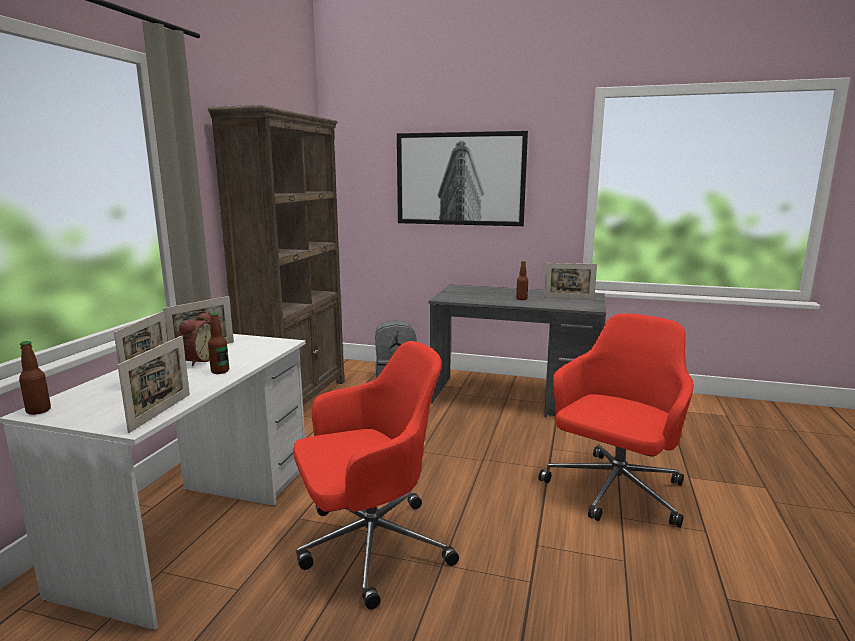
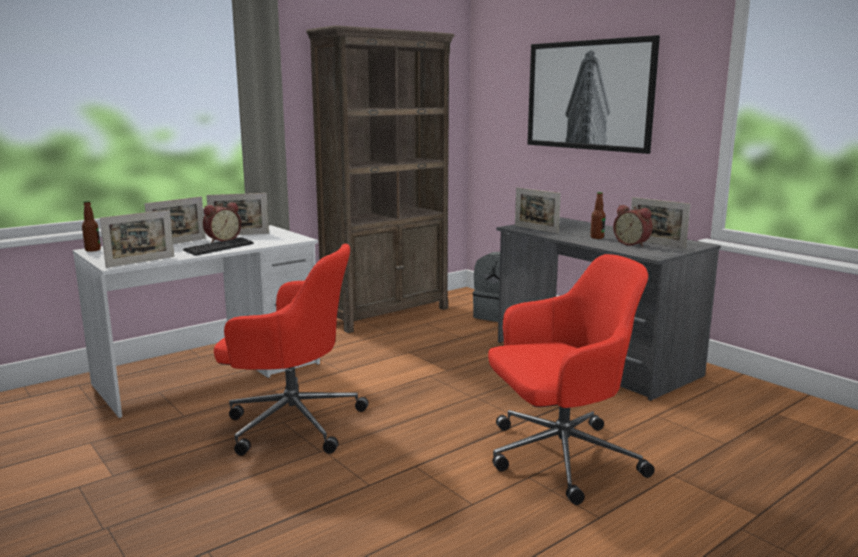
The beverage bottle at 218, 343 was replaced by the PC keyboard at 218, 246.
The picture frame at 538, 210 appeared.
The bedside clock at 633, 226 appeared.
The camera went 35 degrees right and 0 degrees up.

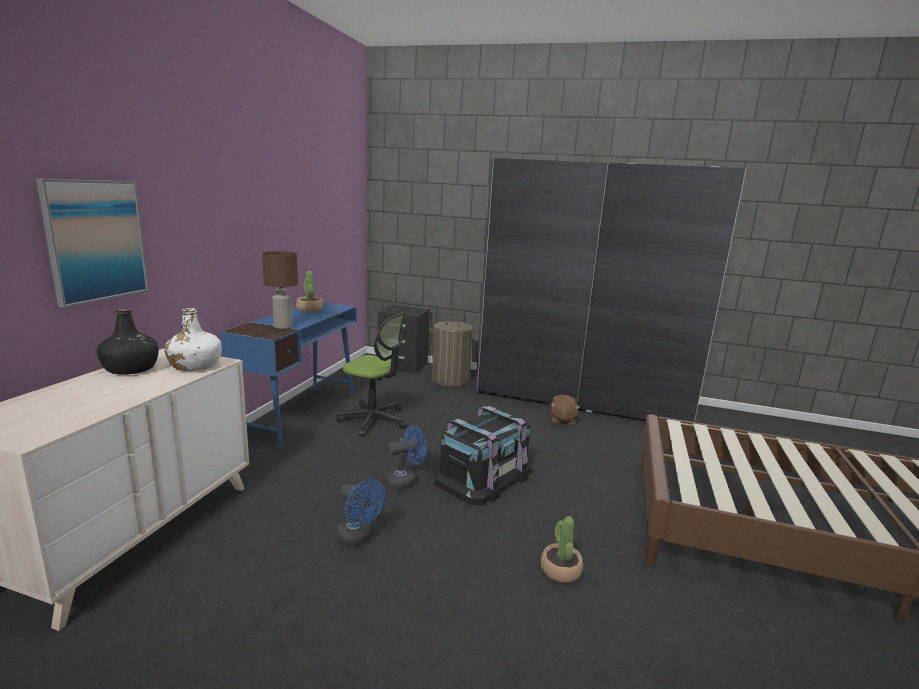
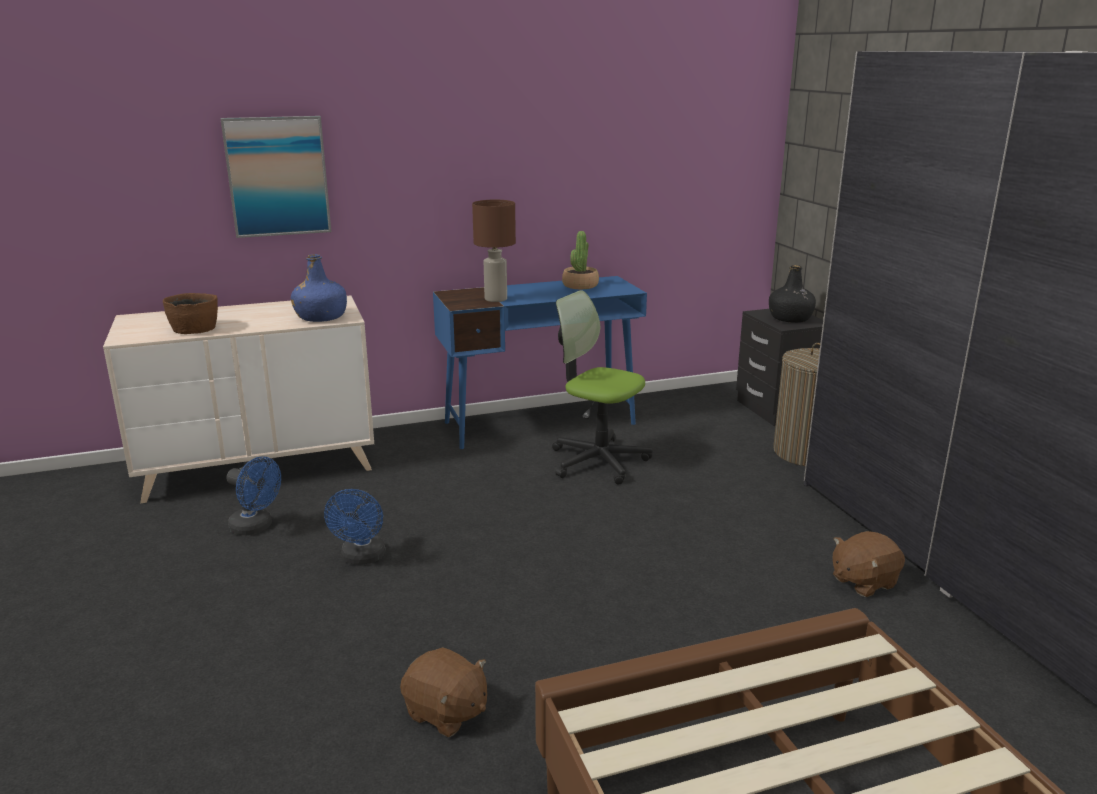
The black beverage bottle moved from 128, 342 to 792, 294.
The whitish beverage bottle at 193, 339 became the bluish beverage bottle at 319, 288.
The computer chair at 371, 374 turned 135 degrees clockwise.
The bluish electric fan moved from 406, 457 to 254, 495.
The black storage box at 483, 455 disappeared.
The houseplant at 561, 549 was replaced by the brown-coloured soft toy at 443, 692.
The brown-coloured serving bowl at 190, 313 appeared.
The camera went 55 degrees right and 5 degrees up.

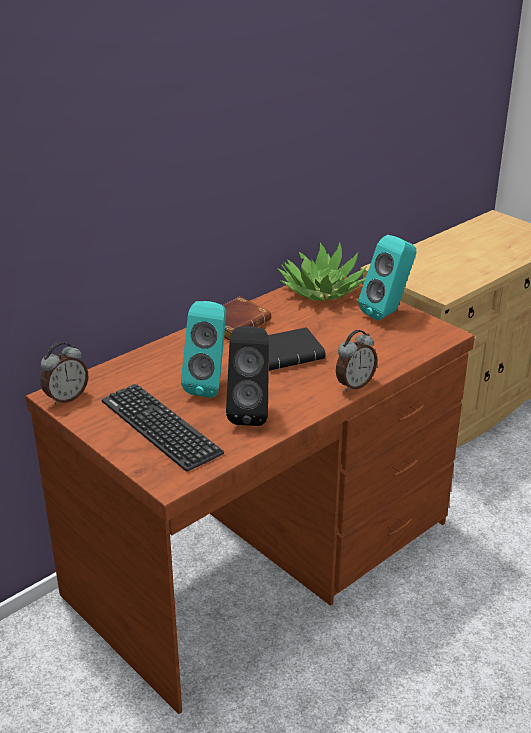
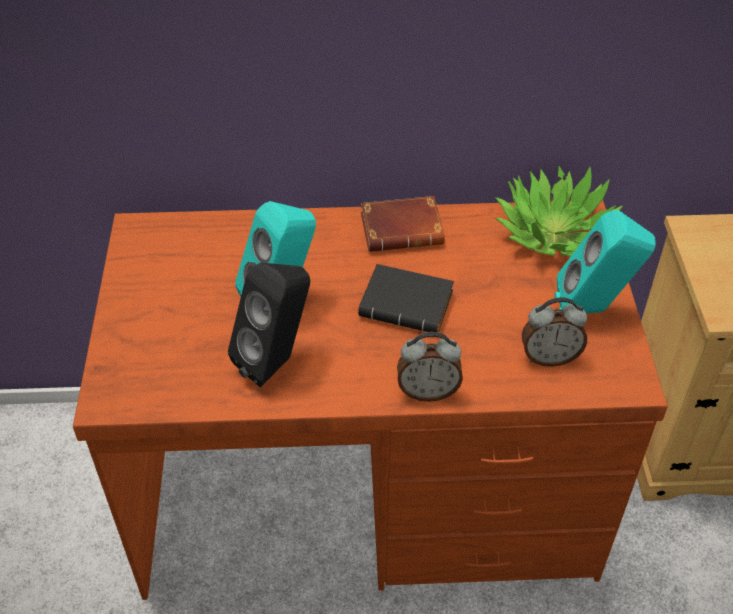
The bedside clock moved from 64, 373 to 554, 332.
The PC keyboard at 163, 428 disappeared.
The camera went 40 degrees right and 15 degrees up.

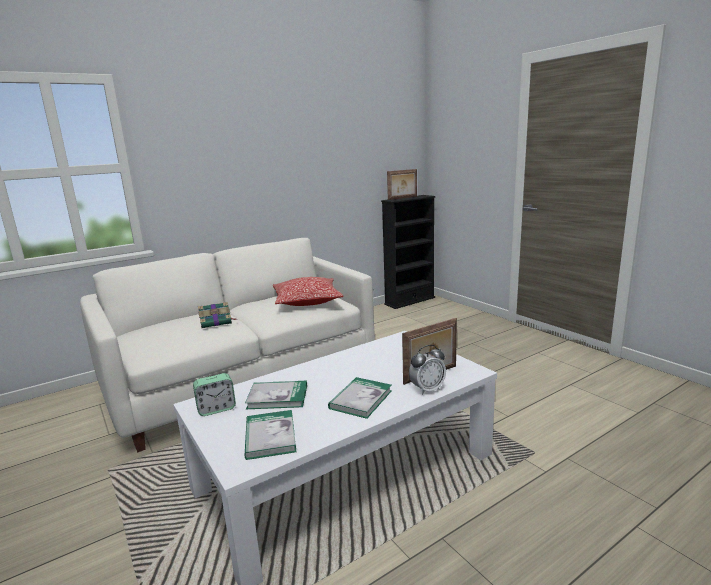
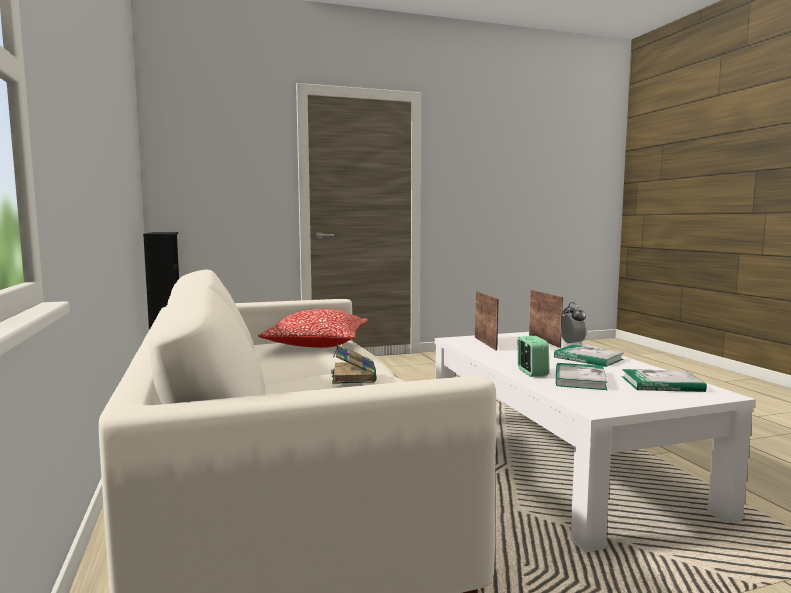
The bedside clock moved from 214, 394 to 533, 356.
The picture frame moved from 402, 184 to 487, 321.
The camera went 75 degrees left and 10 degrees down.

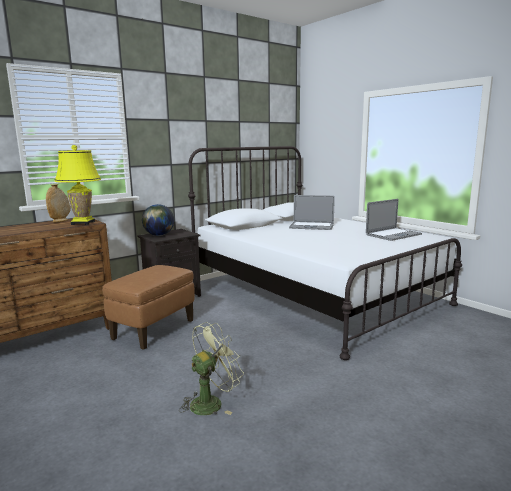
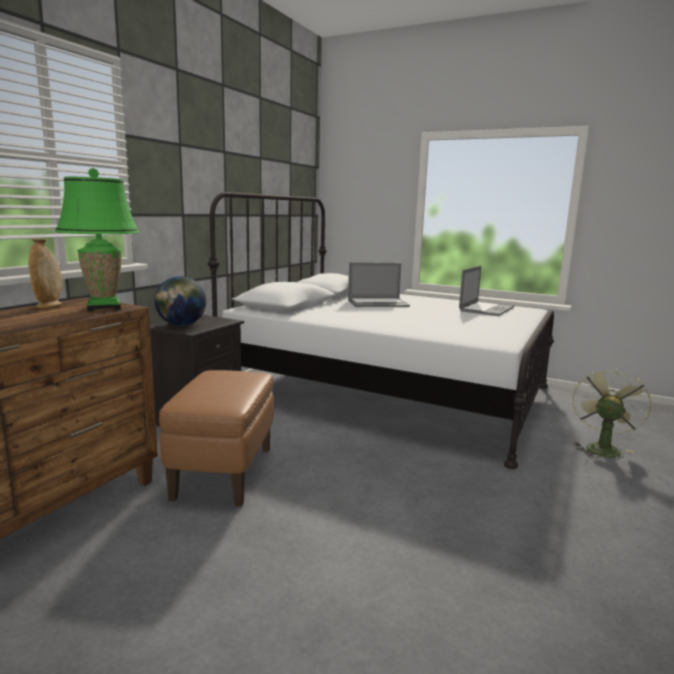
The yellow-coloured lamp for a table at 77, 185 became the green lamp for a table at 97, 239.
The green electric fan moved from 211, 368 to 612, 413.
The camera went 25 degrees left and 0 degrees up.

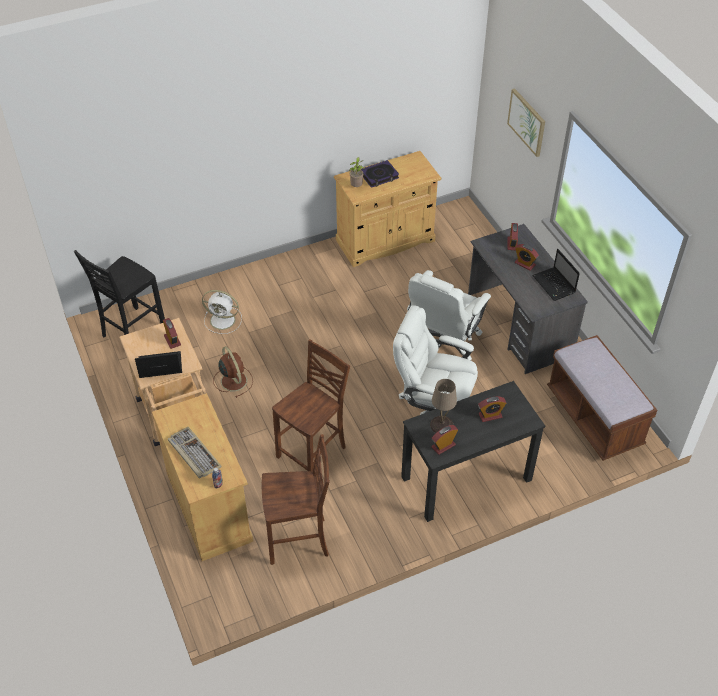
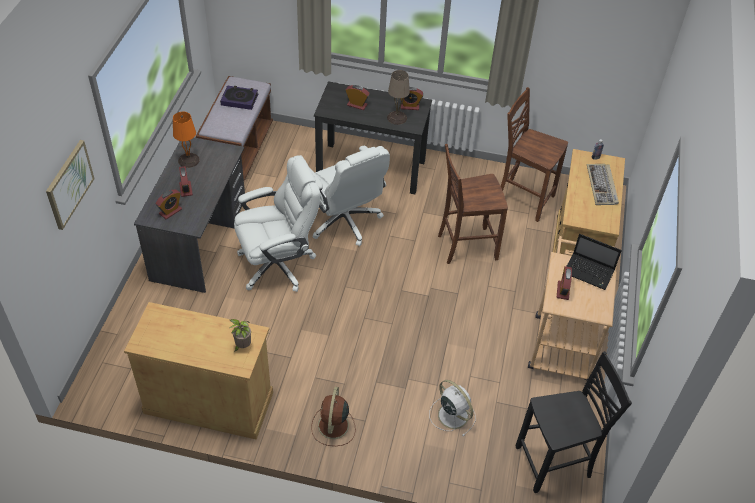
The brown-coloured electric fan moved from 233, 372 to 333, 416.
The volume moved from 380, 174 to 239, 97.
The laptop at 556, 275 was replaced by the orange-coloured lamp for a table at 186, 140.
The camera went 145 degrees left and 0 degrees up.

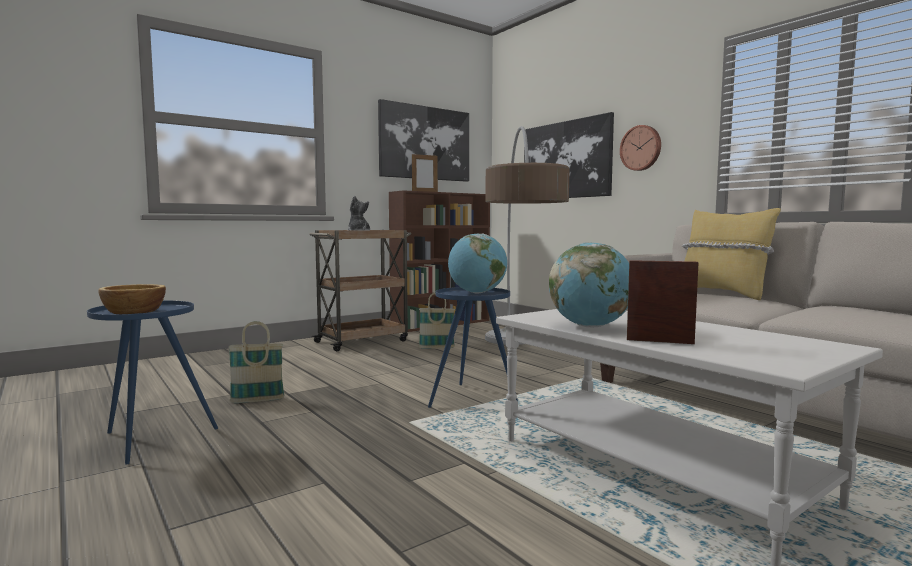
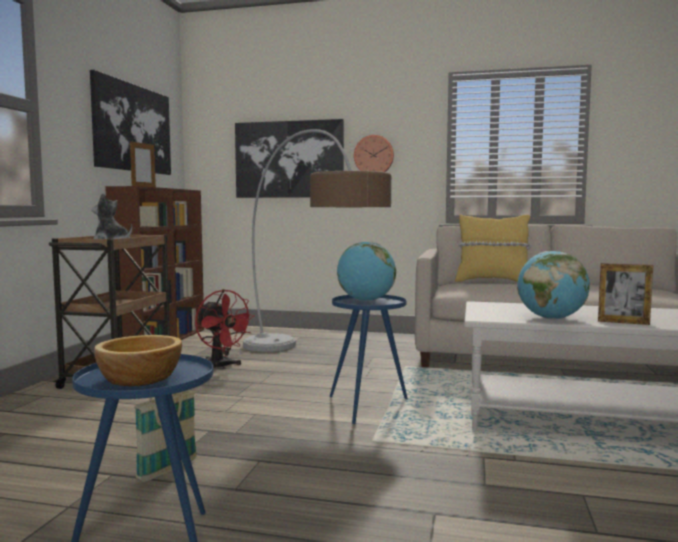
The storage basket at 437, 320 was replaced by the red electric fan at 225, 328.
The picture frame at 663, 302 turned 135 degrees counterclockwise.
The camera went 40 degrees left and 0 degrees up.

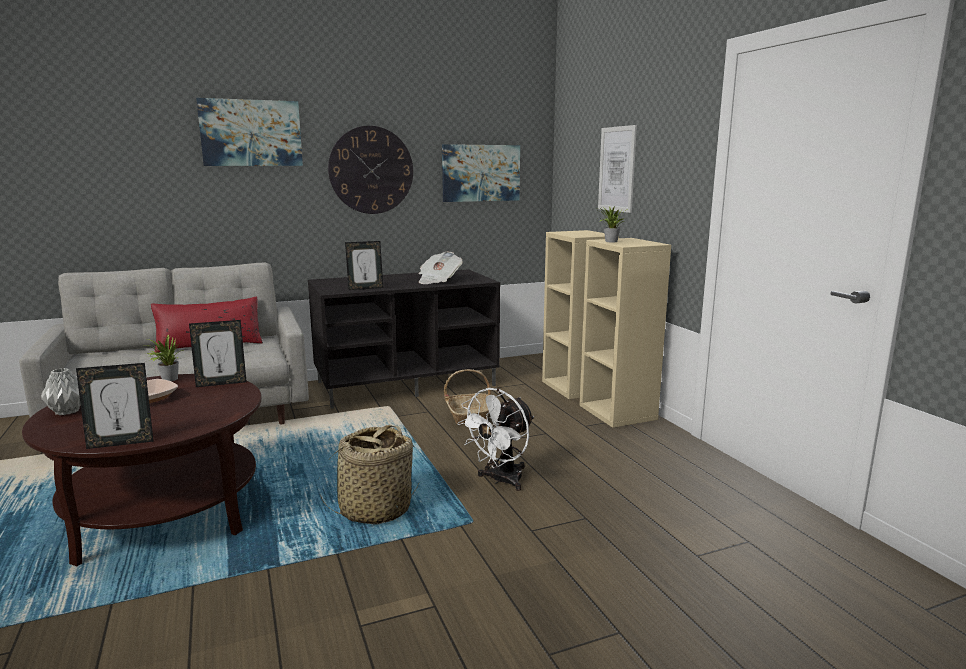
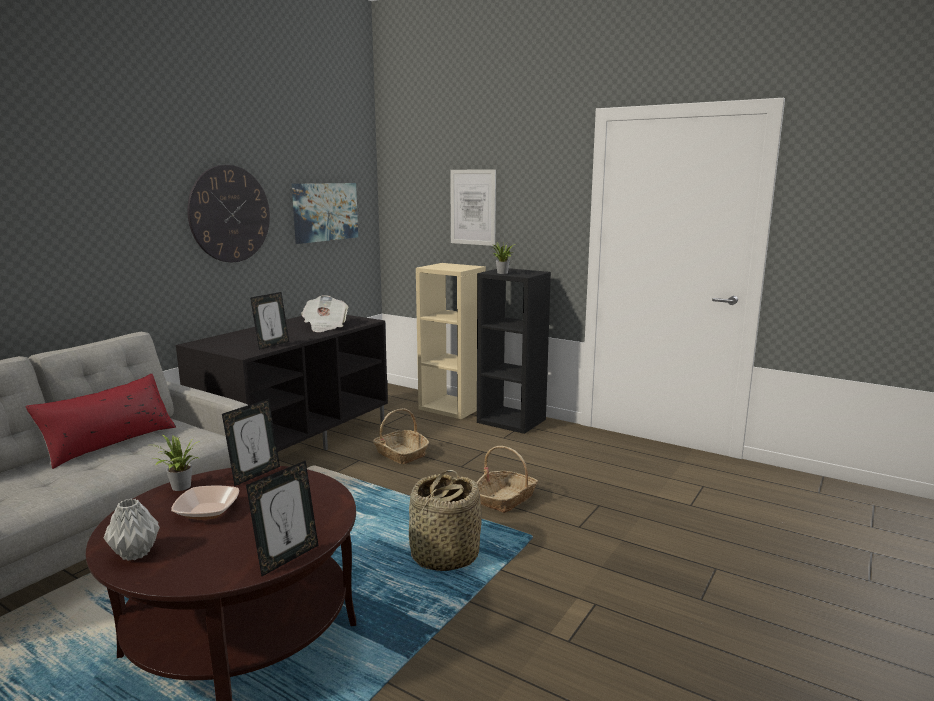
The wall picture at 249, 132 disappeared.
The whitish electric fan at 495, 439 was replaced by the storage basket at 507, 479.
The beige bookshelf at 625, 333 became the black bookshelf at 514, 351.
The camera went 35 degrees left and 0 degrees up.

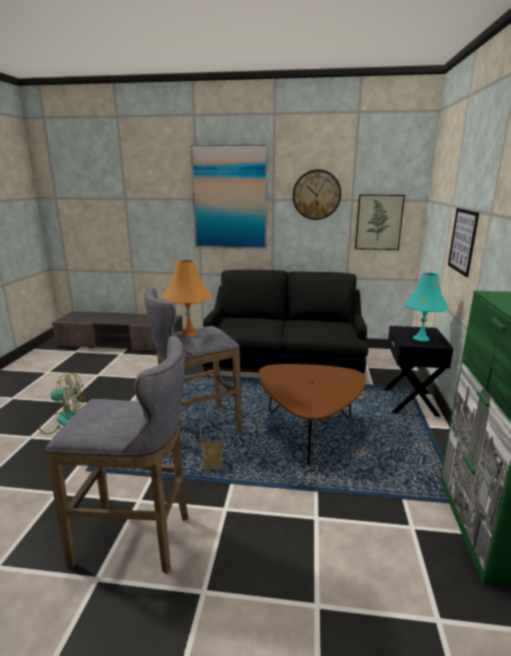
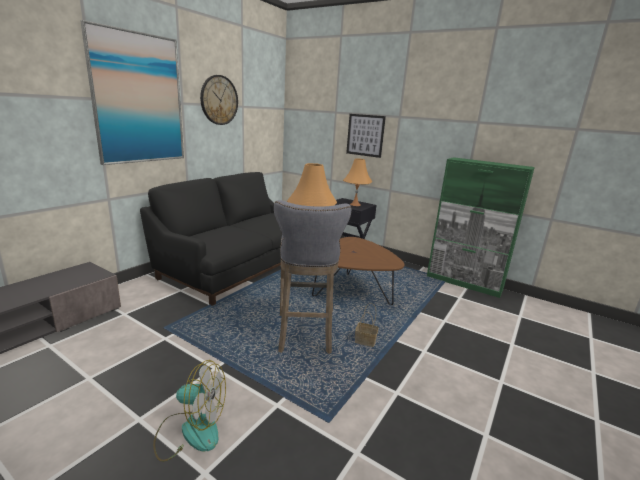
The electric fan at 62, 403 turned 75 degrees clockwise.
The grey sitting stool at 117, 454 disappeared.
The wall picture at 380, 222 disappeared.
The blue-green lamp for a table at 426, 307 became the orange-coloured lamp for a table at 357, 182.
The camera went 65 degrees left and 0 degrees up.

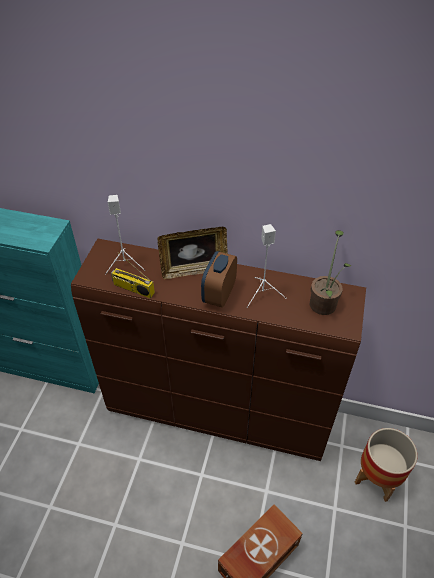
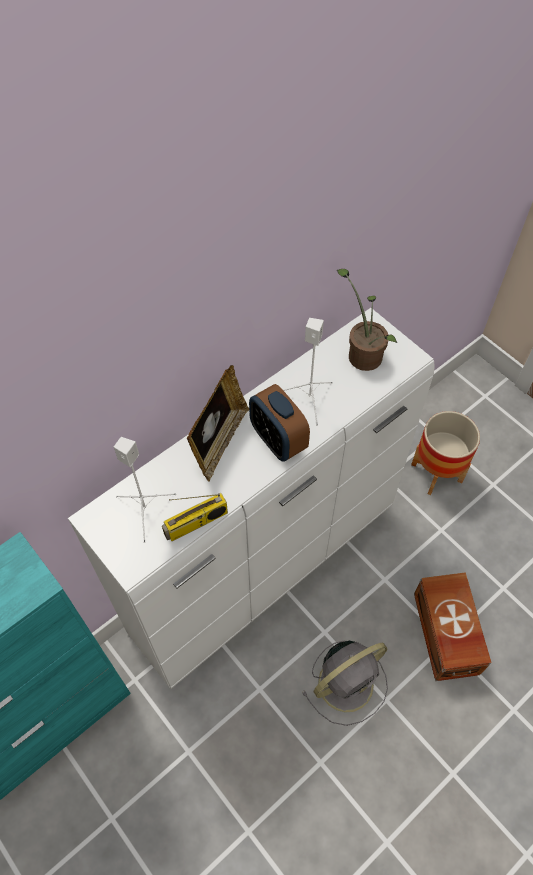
The brown-coloured chest of drawers at 218, 349 became the whitish chest of drawers at 251, 498.
The grey electric fan at 345, 683 appeared.
The camera went 55 degrees left and 10 degrees up.

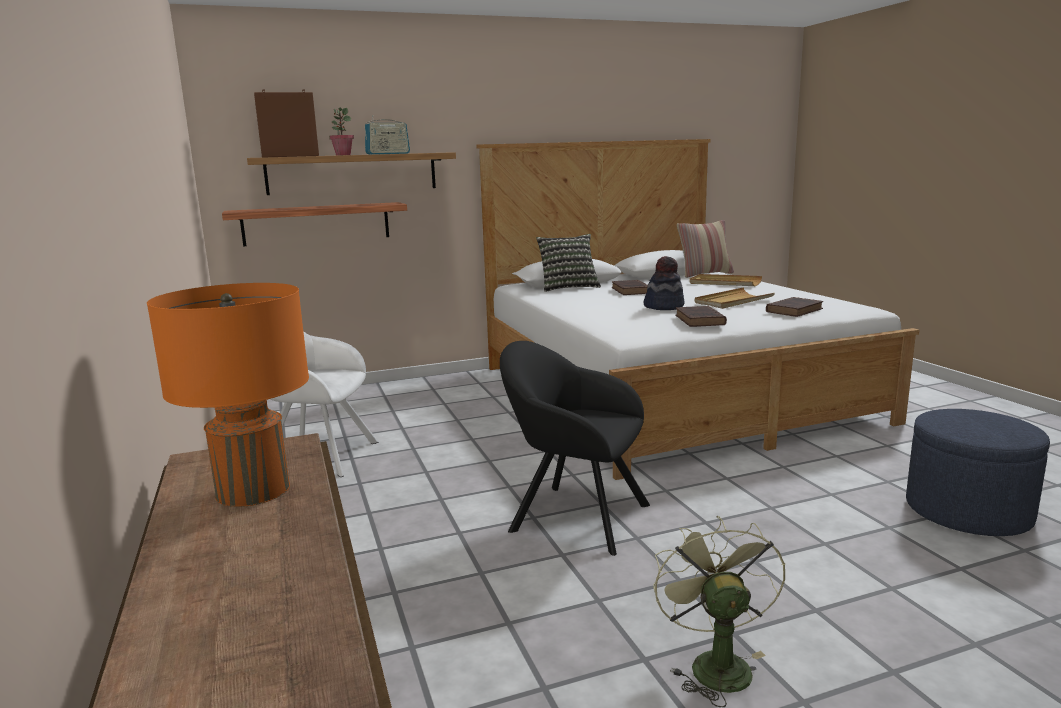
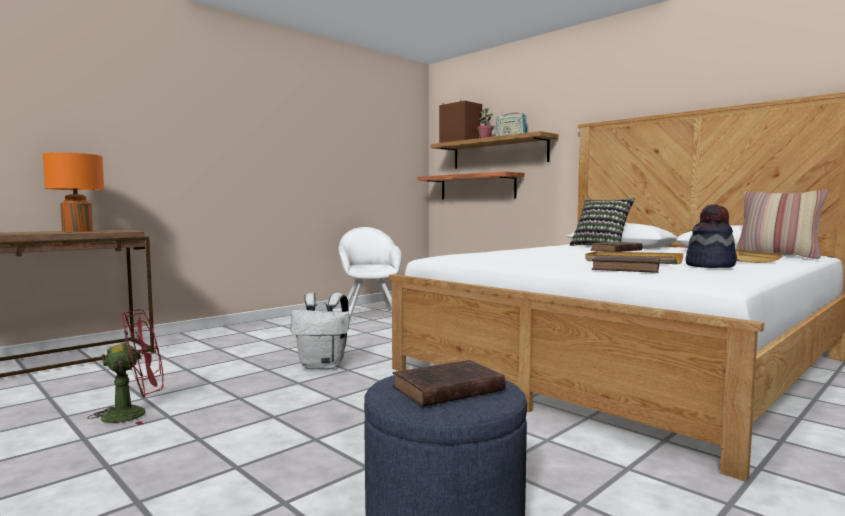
The black lounge chair at 575, 448 was replaced by the whitish knapsack at 320, 331.
The wearable hat moved from 663, 283 to 711, 236.
The green electric fan at 719, 611 became the red electric fan at 125, 367.
The brown-coloured volume moved from 701, 316 to 449, 383.
The camera went 65 degrees right and 10 degrees down.

